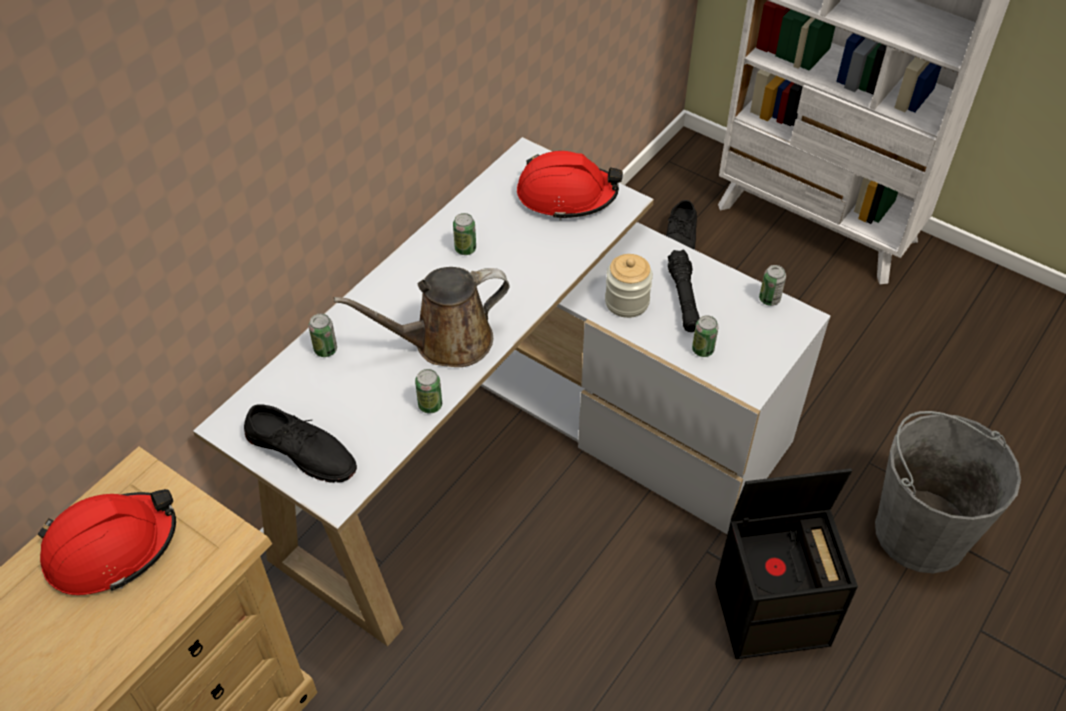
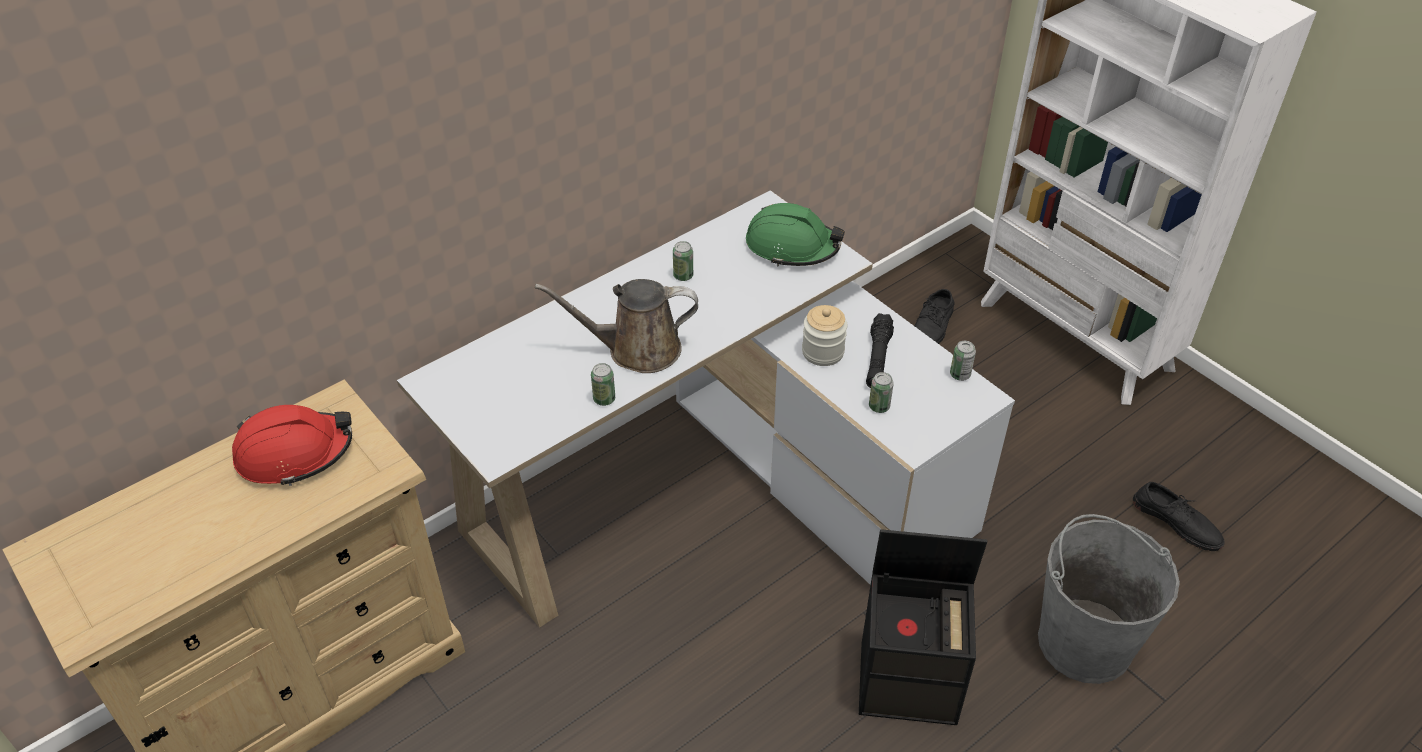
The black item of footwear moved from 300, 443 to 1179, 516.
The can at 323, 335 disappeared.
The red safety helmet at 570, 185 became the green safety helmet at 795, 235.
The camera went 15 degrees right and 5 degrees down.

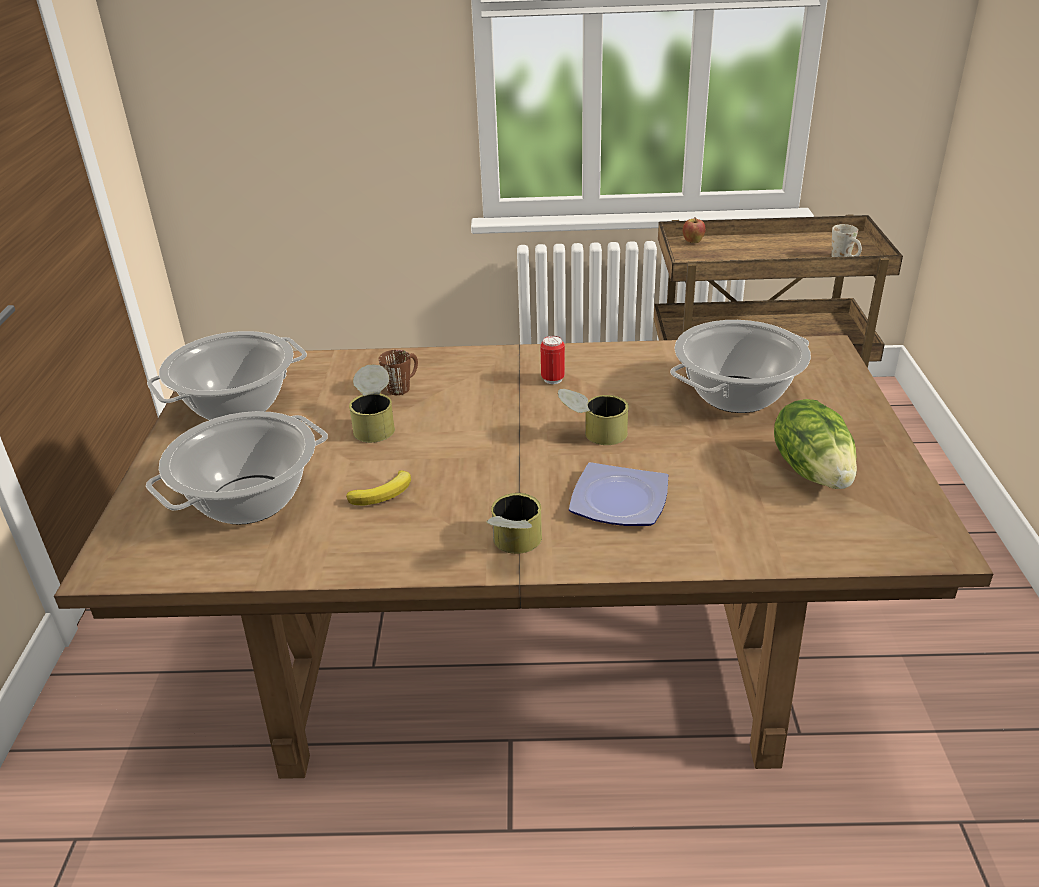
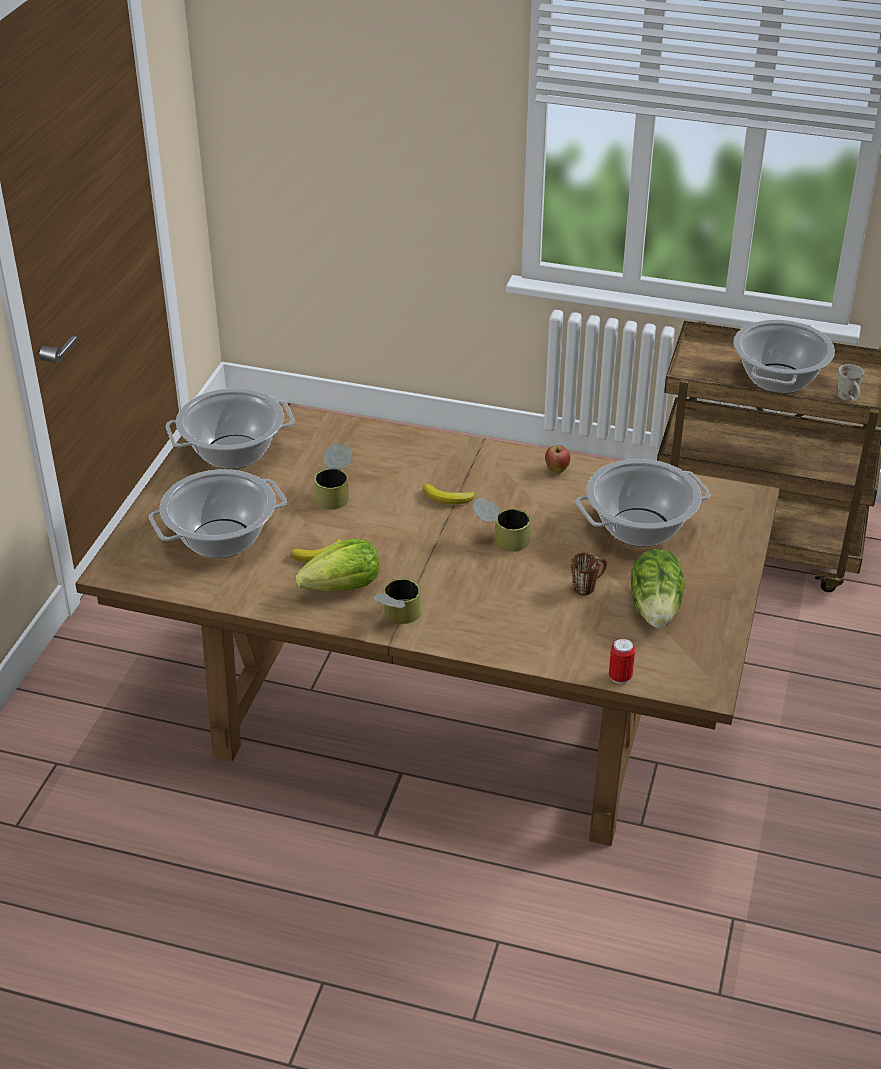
The brown-coloured mug moved from 398, 372 to 589, 573.
The can moved from 552, 360 to 622, 661.
The flat dish at 618, 494 disappeared.
The whole apple moved from 694, 230 to 557, 459.
The lettuce head at 338, 564 appeared.
The whole banana at 449, 494 appeared.
The saucepot at 784, 356 appeared.
The camera went 15 degrees right and 5 degrees up.

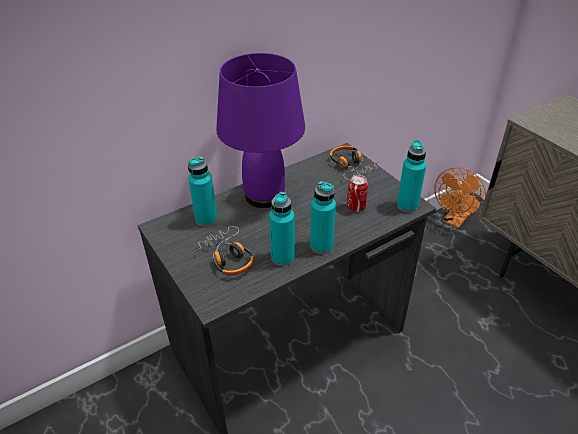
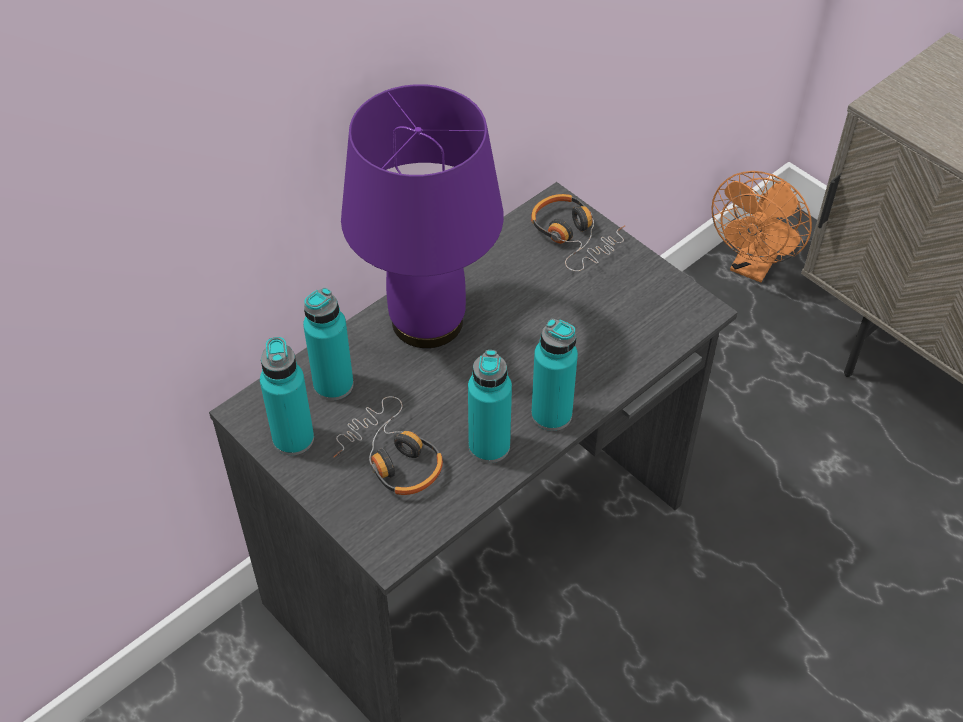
The can at 357, 193 disappeared.
The blue-green beverage bottle moved from 411, 176 to 287, 396.
The camera went 10 degrees left and 10 degrees up.

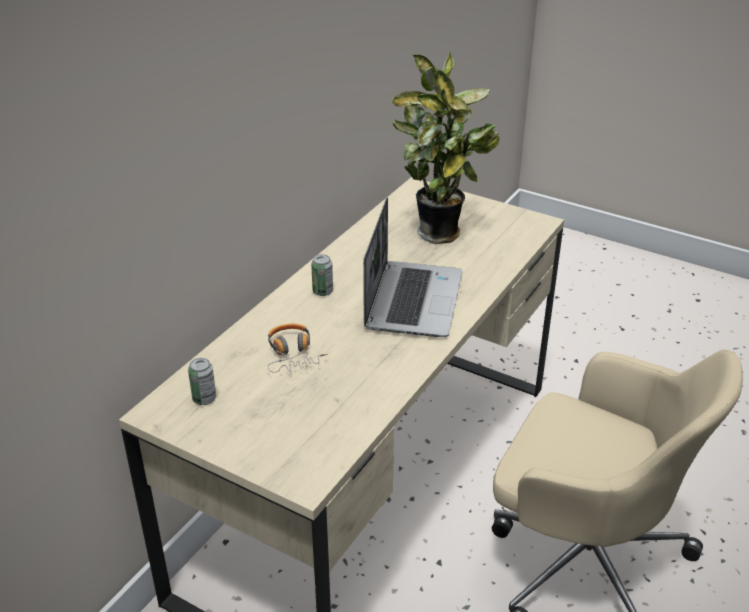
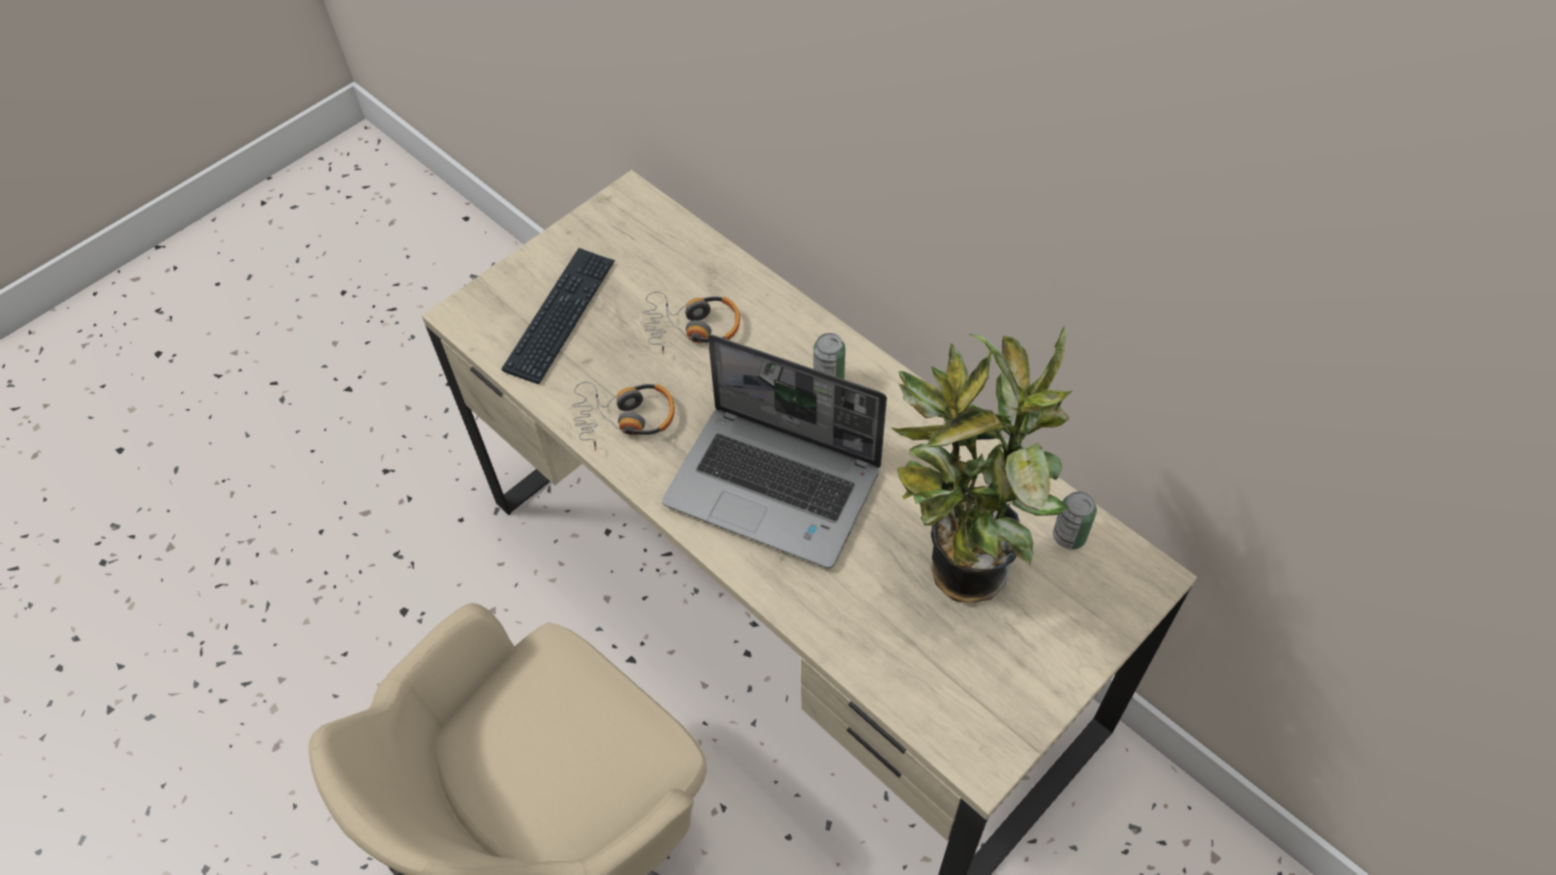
The can moved from 202, 381 to 1075, 520.
The PC keyboard at 558, 316 appeared.
The headphones at 623, 416 appeared.
The camera went 105 degrees right and 20 degrees up.

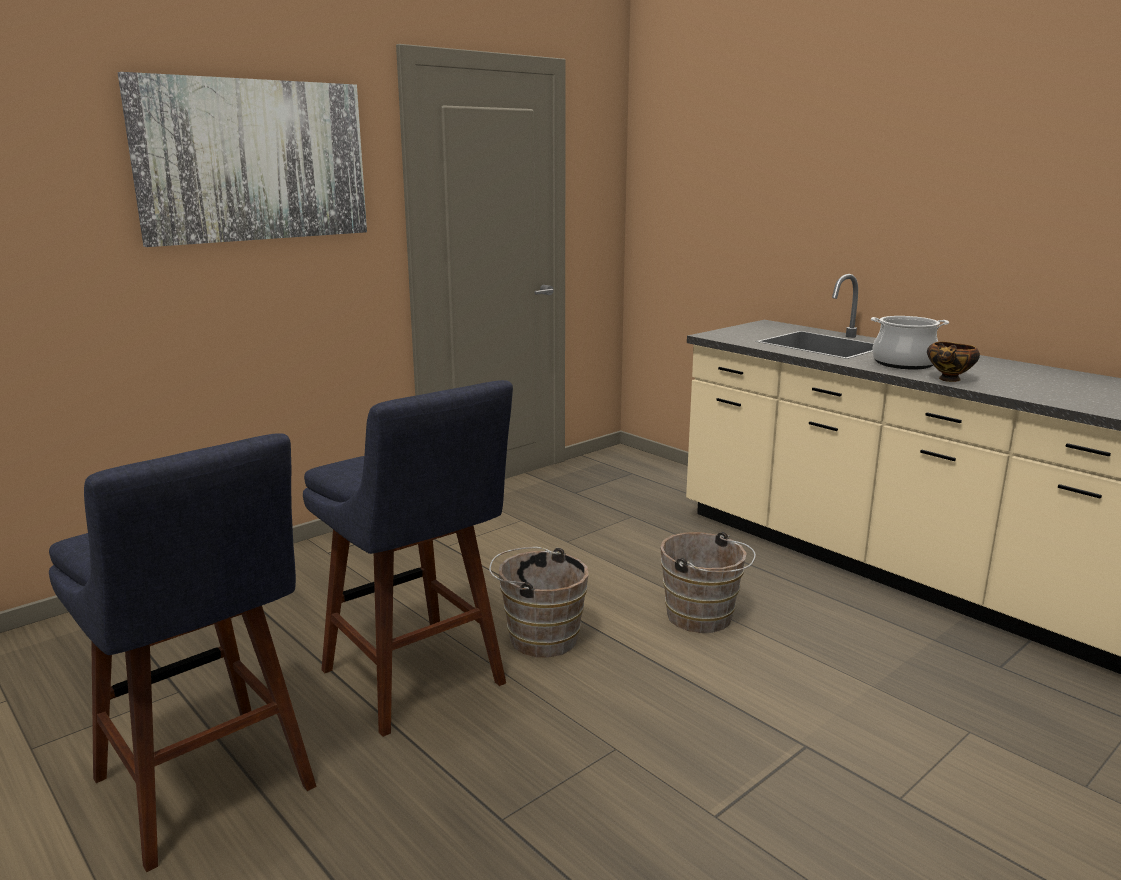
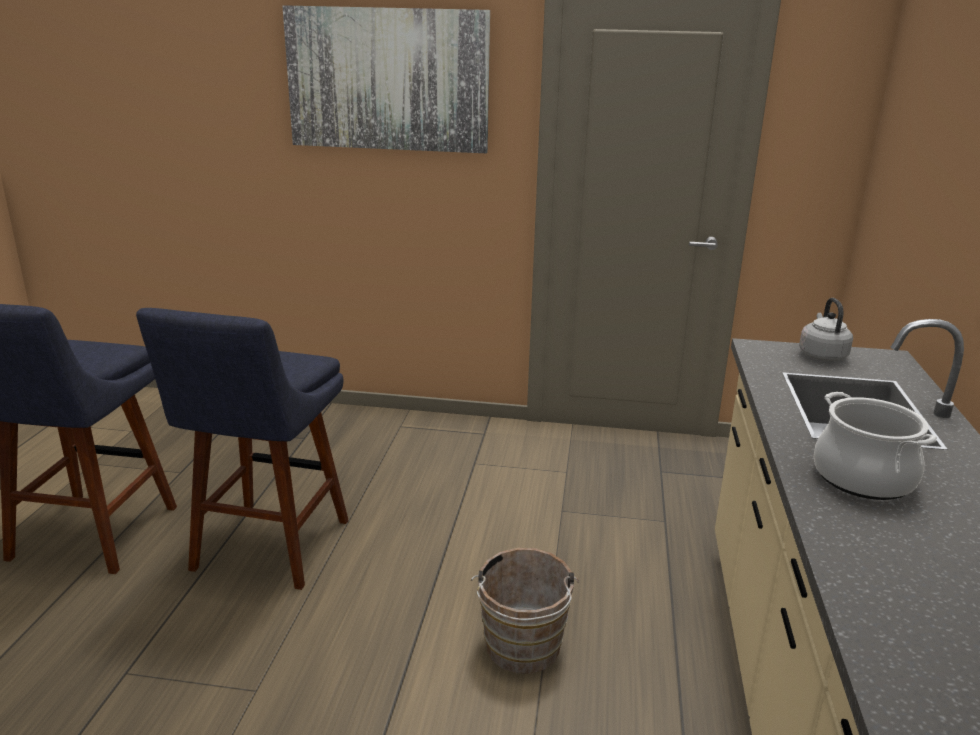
The brown-coloured water bucket at 539, 602 disappeared.
The serving bowl at 953, 362 disappeared.
The grey water kettle at 826, 329 appeared.
The camera went 50 degrees right and 5 degrees up.

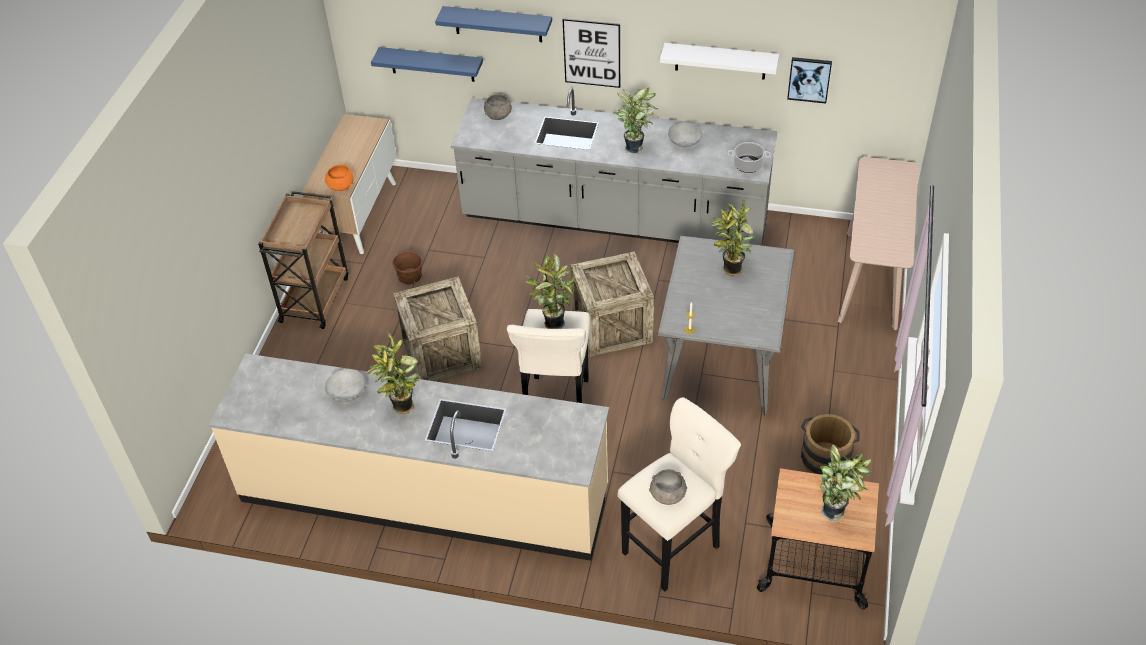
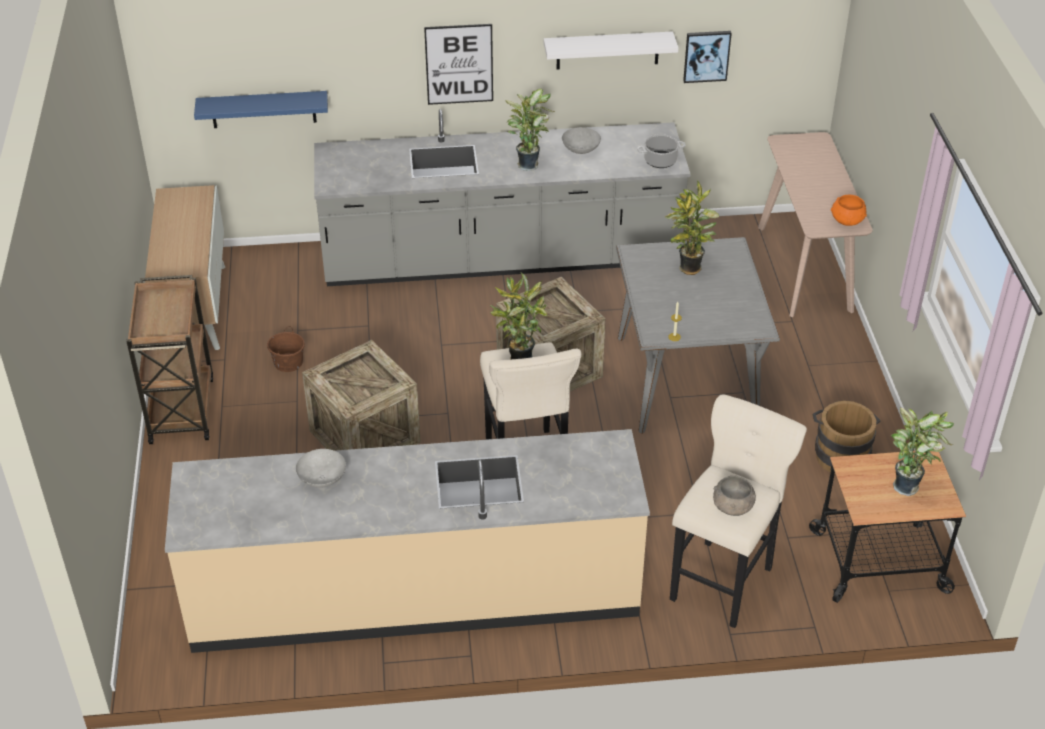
The orange-coloured serving bowl moved from 339, 178 to 849, 210.
The houseplant at 392, 373 disappeared.
The bluish bracket shelf at 493, 24 disappeared.
The grey serving bowl at 498, 107 disappeared.
The camera went 20 degrees left and 5 degrees down.

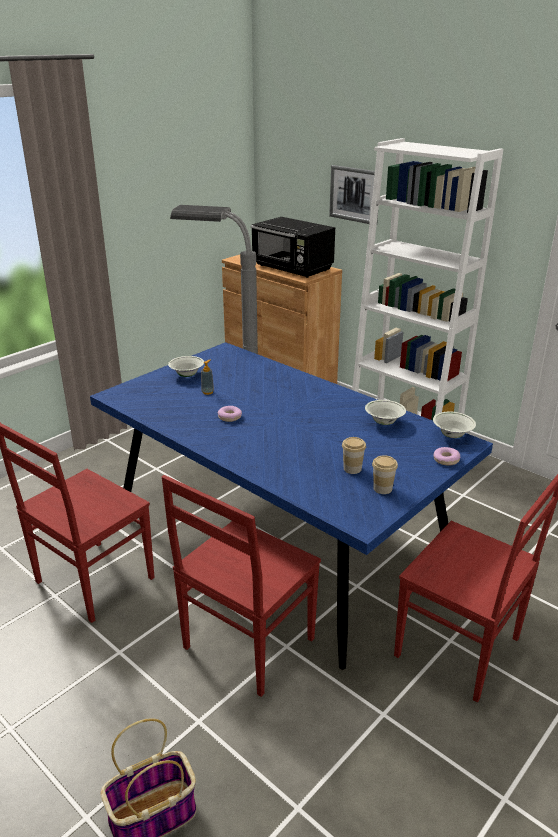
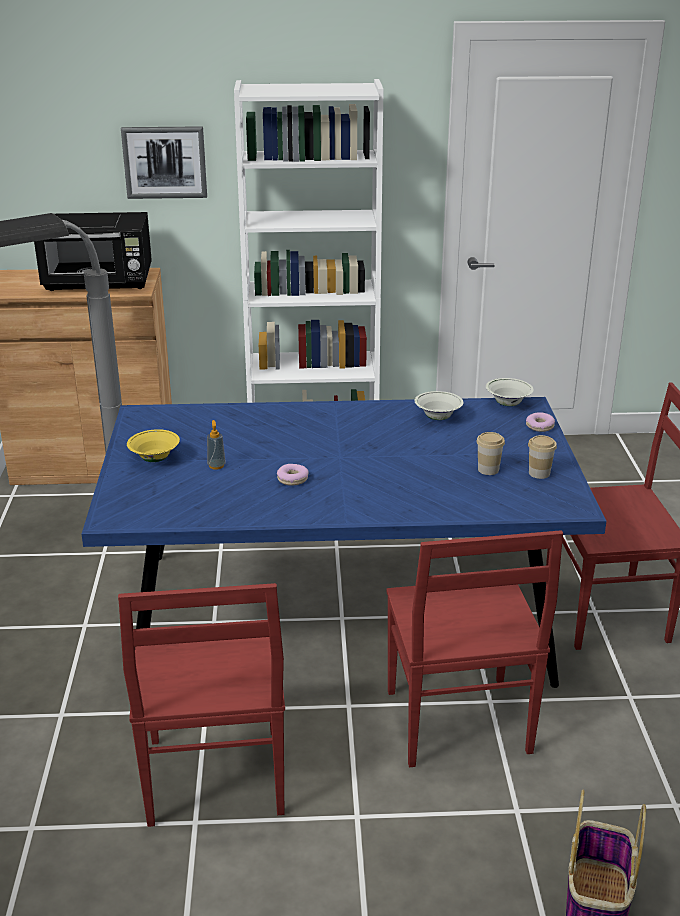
The whitish serving bowl at 186, 366 became the yellow-coloured serving bowl at 153, 445.
The camera went 45 degrees left and 0 degrees up.

